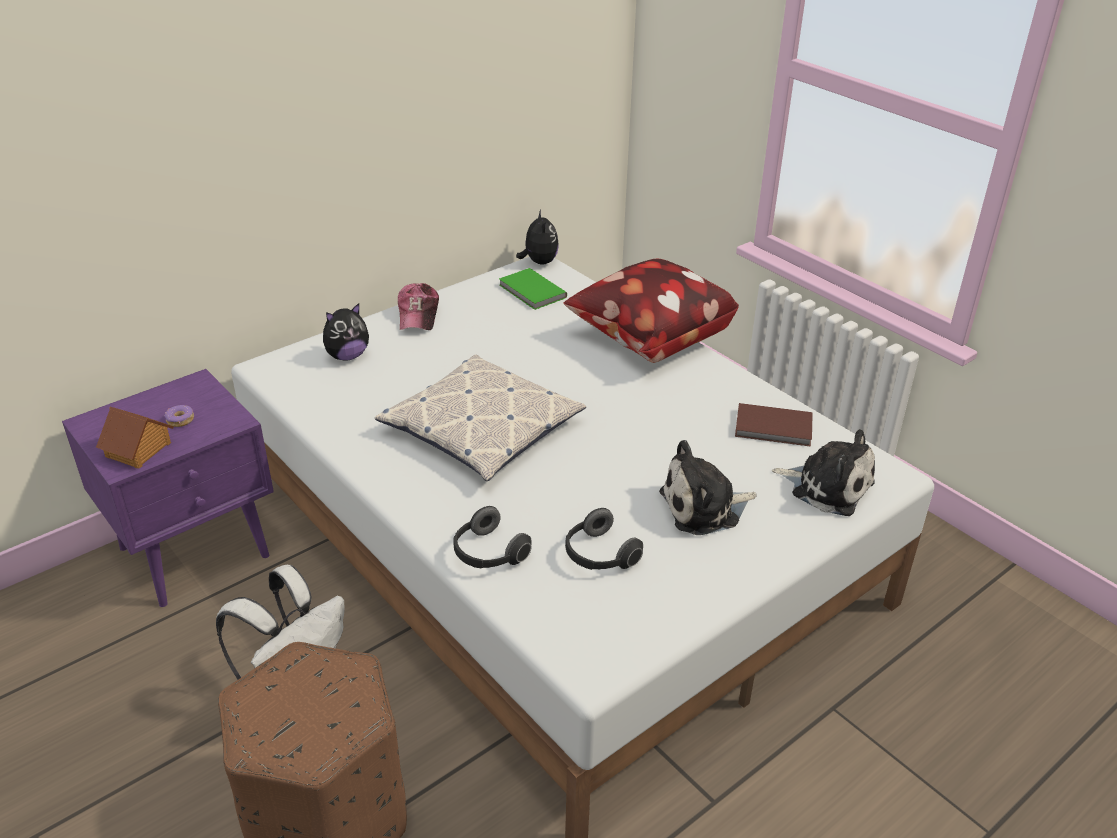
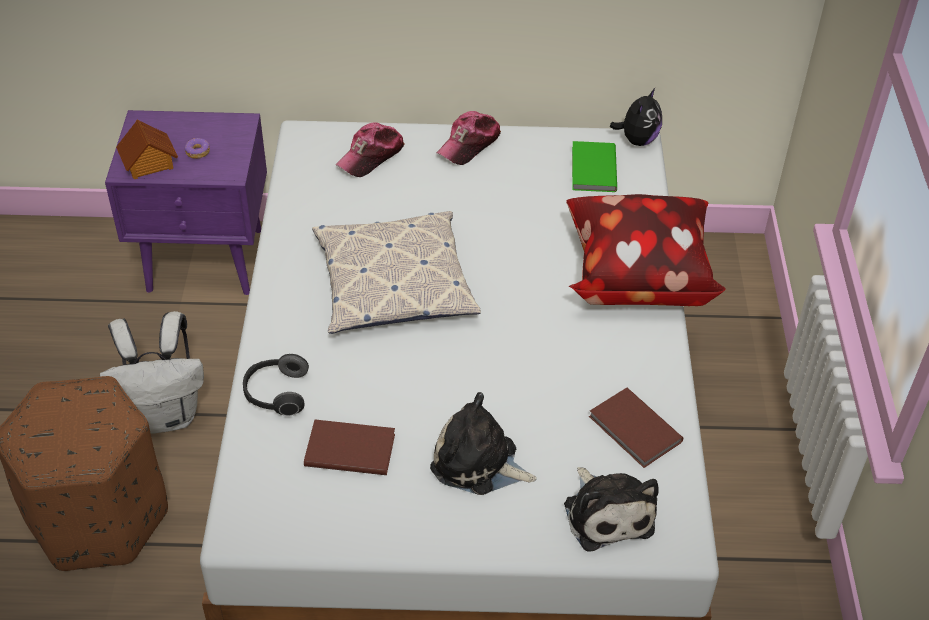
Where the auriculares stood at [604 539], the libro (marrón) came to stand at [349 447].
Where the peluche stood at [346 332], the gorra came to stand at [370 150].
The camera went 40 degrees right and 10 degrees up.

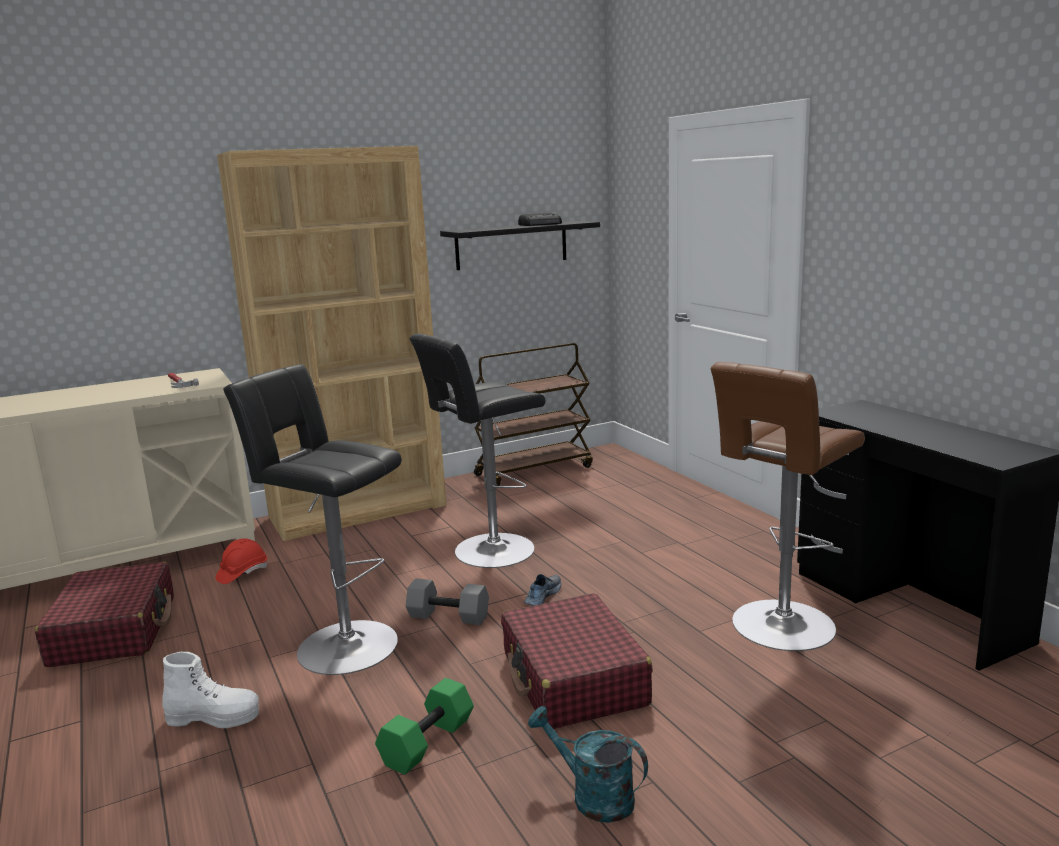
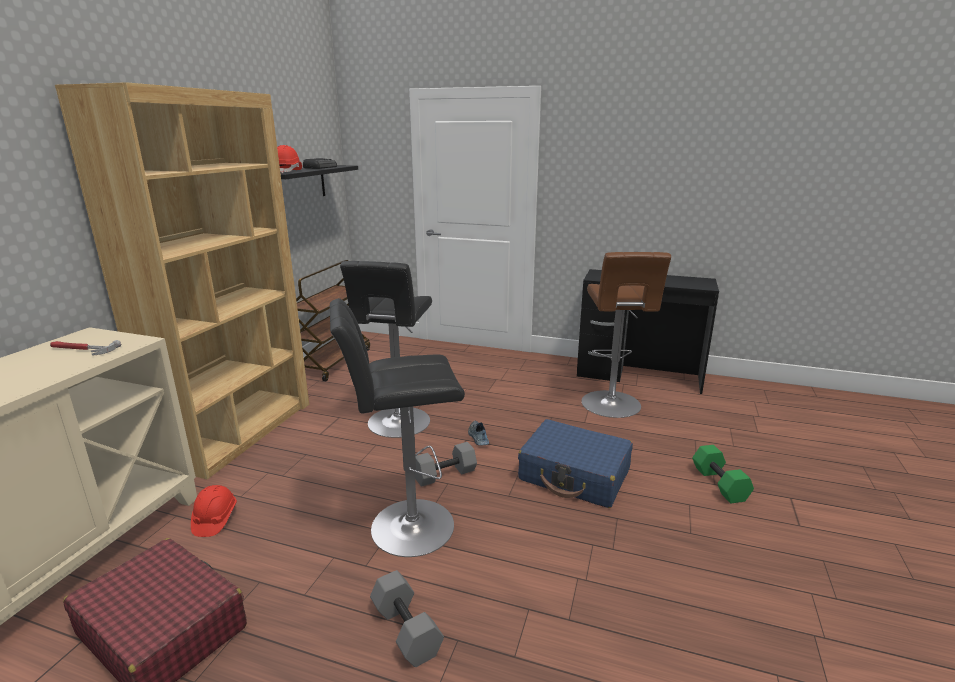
The second view gained the casco (rojo) at [289 159].
Where the bota (blanco) stood at [210 690], the mancuerna (gris) came to stand at [407 618].
What was the maleta (rojo) at [577 661] turned into the maleta (azul) at [575 463].
The mancuerna (verde) ended up elsewhere, having gone from [424 726] to [723 474].
The second view lost the regadera (turquesa) at [588 764].
The camera went 45 degrees left and 5 degrees up.

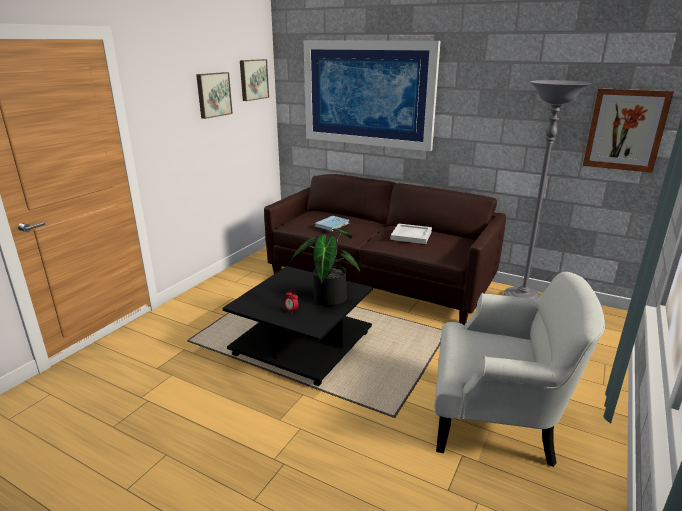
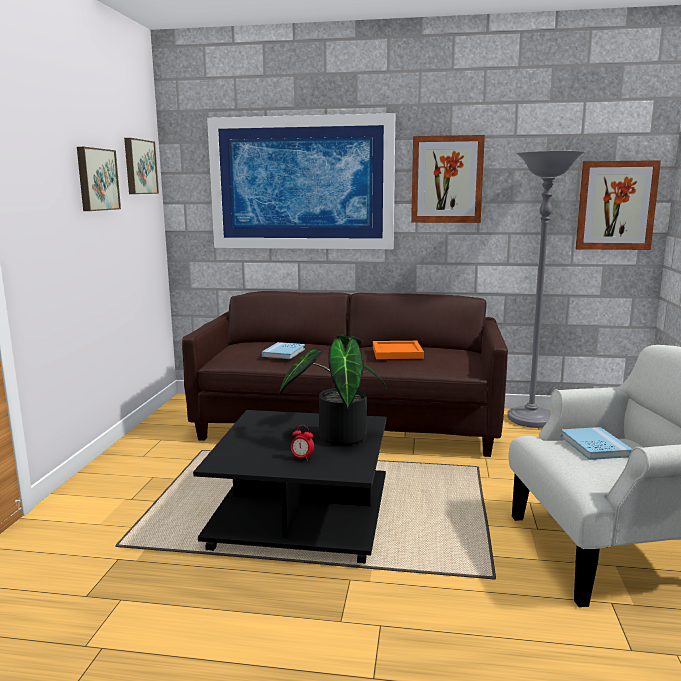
What was the bandeja (blanco) at [411 233] turned into the bandeja (naranja) at [398 350].
The second view gained the cuadro at [448 179].
The second view gained the libro (azul) at [596 443].
The camera went 20 degrees left and 10 degrees down.

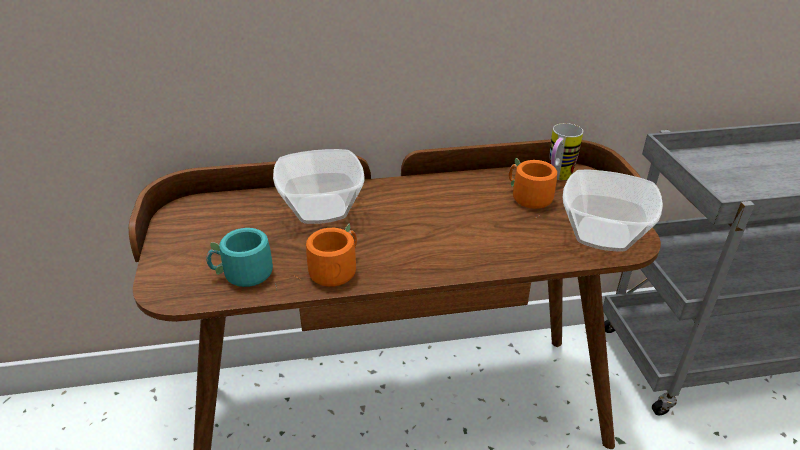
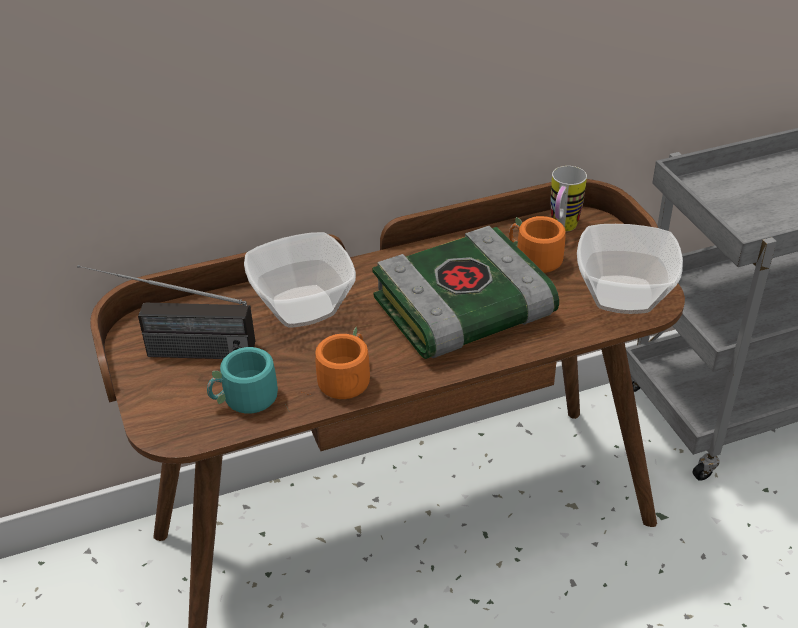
The second view gained the radio at [166 312].
The second view gained the libro at [465 292].
The camera went 10 degrees left and 5 degrees up.

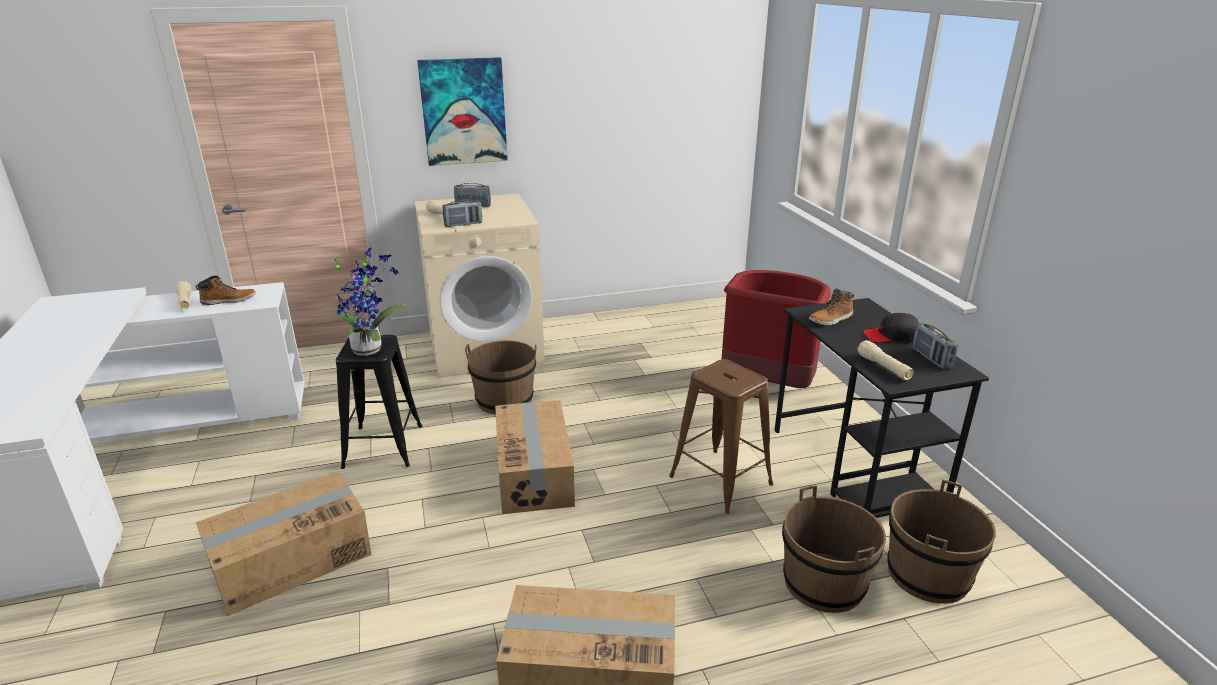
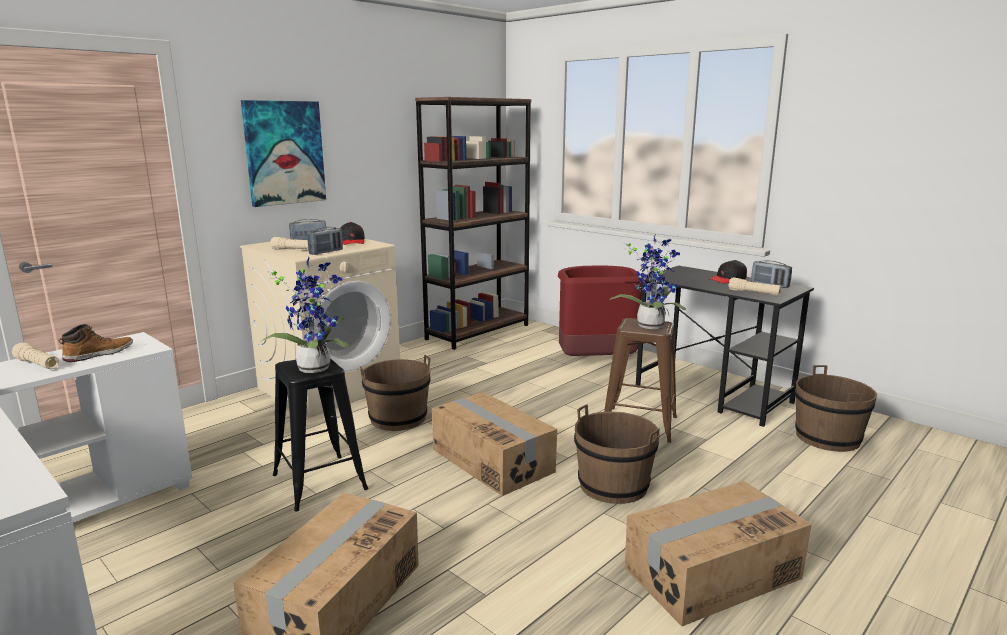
The second view gained the gorra (negro) at [352 233].
The second view gained the estantería (marrón) at [473 223].
The cubo (marrón) ended up elsewhere, having gone from [834 549] to [617 454].
The second view gained the planta en maceta at [647 281].
The second view lost the bota at [831 307].
The camera went 30 degrees left and 10 degrees down.

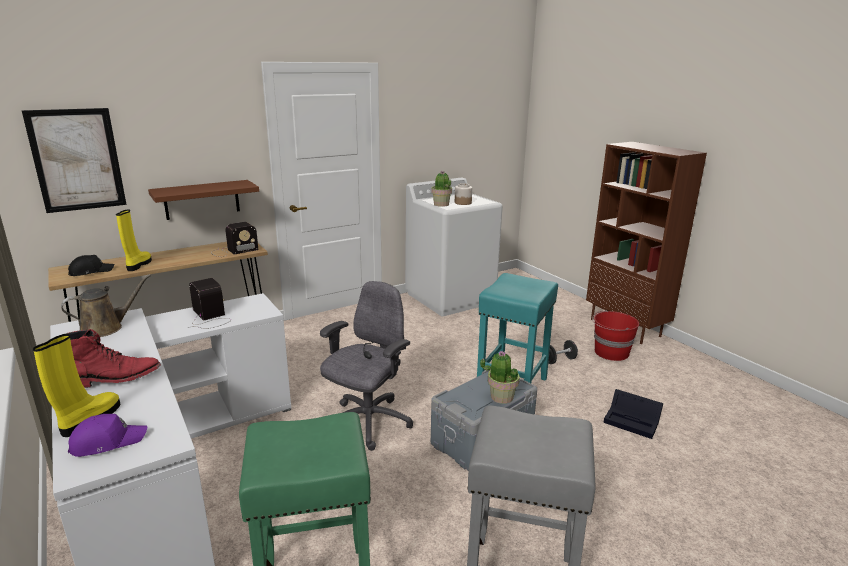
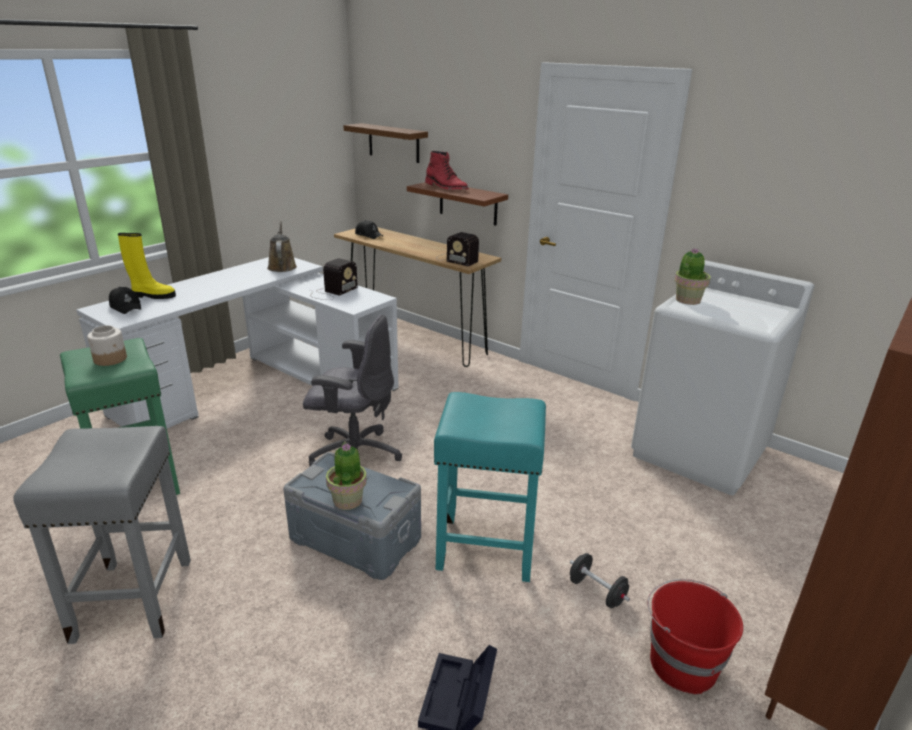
The tarro ended up elsewhere, having gone from [463 194] to [107 345].
What was the gorra (morado) at [107 435] turned into the gorra (negro) at [125 300].
The regadera (marrón) at [106 305] ended up facing another way, 135 degrees counterclockwise from before.
Where the cuadro hung at [74 160], the estante (marrón) came to hang at [385 143].
The bota (rojo) ended up elsewhere, having gone from [113 358] to [446 170].
The second view lost the bota (amarillo) at [134 240].
The camera went 70 degrees right and 5 degrees up.

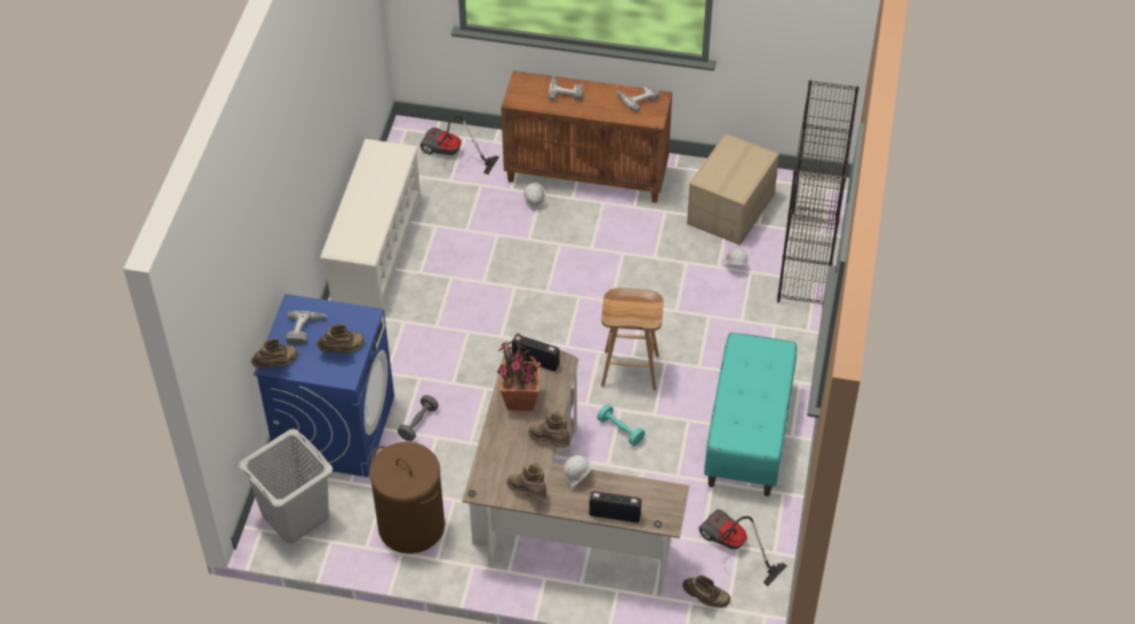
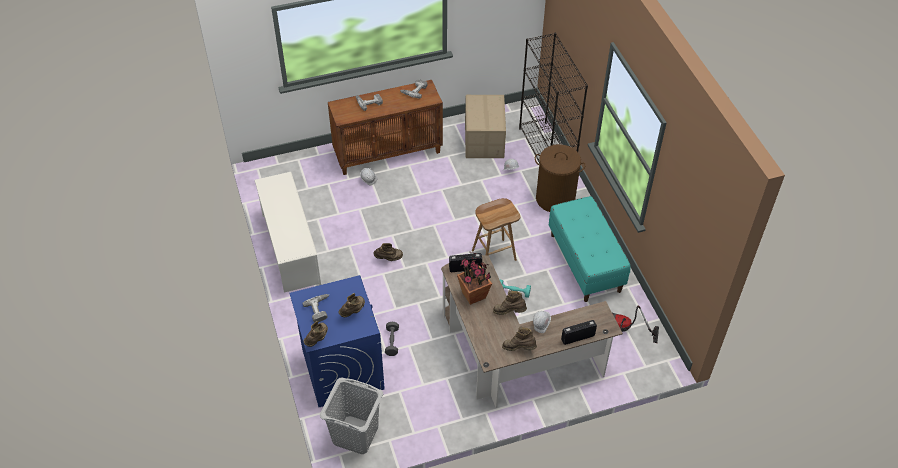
The bota (marrón) ended up elsewhere, having gone from [706 591] to [388 252].
The cesto de la ropa (marrón) ended up elsewhere, having gone from [407 498] to [560 178].
The second view lost the aspiradora at [459 144].
The camera went 30 degrees left and 0 degrees up.

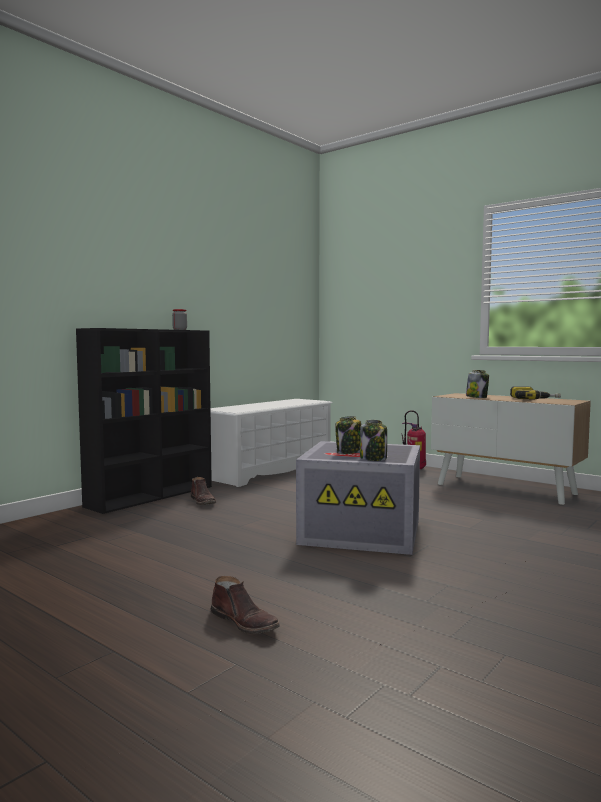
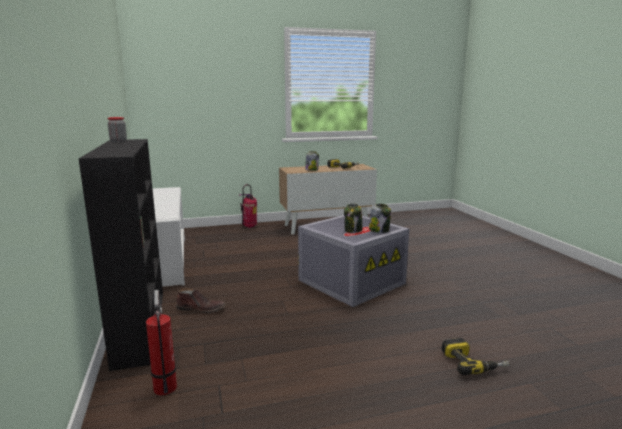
The second view gained the extintor at [161 342].
Where the bota (marrón) stood at [245 605], the taladro came to stand at [475 356].
The camera went 55 degrees left and 10 degrees up.

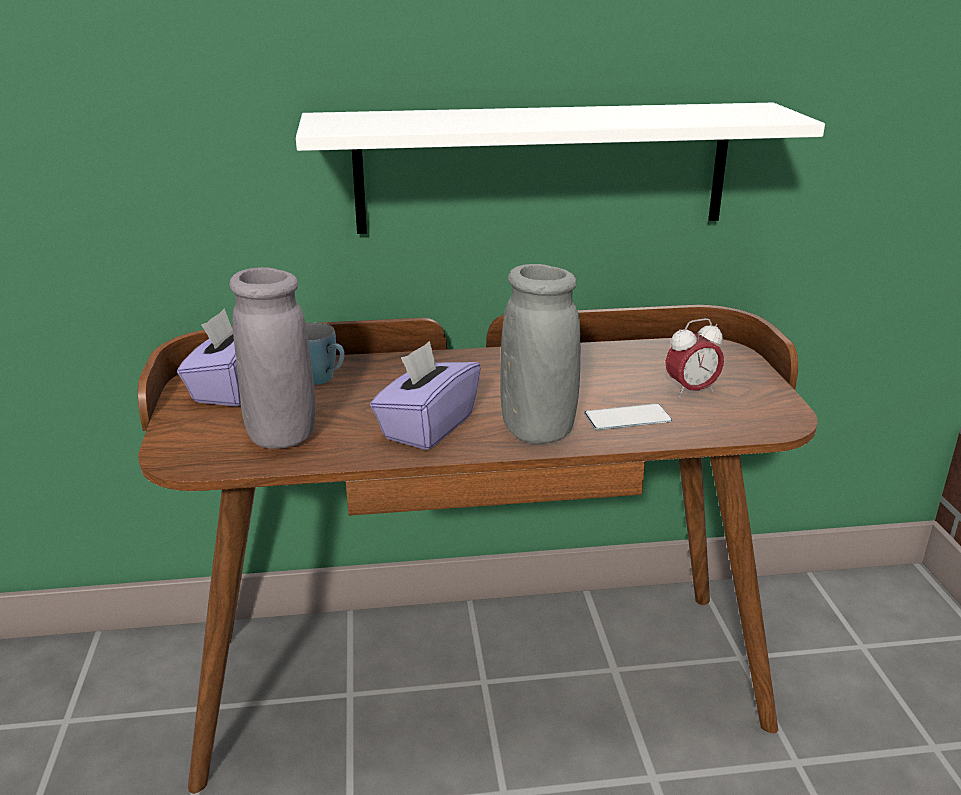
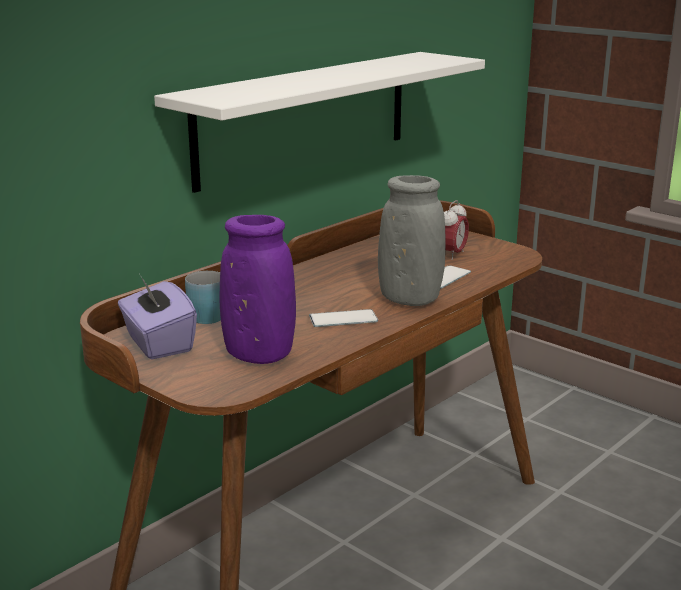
What was the florero (gris) at [272 358] turned into the florero (morado) at [258 289].
Where the caja de pañuelos (morado) stood at [425 395], the móvil came to stand at [343 318].
The camera went 40 degrees left and 5 degrees down.

